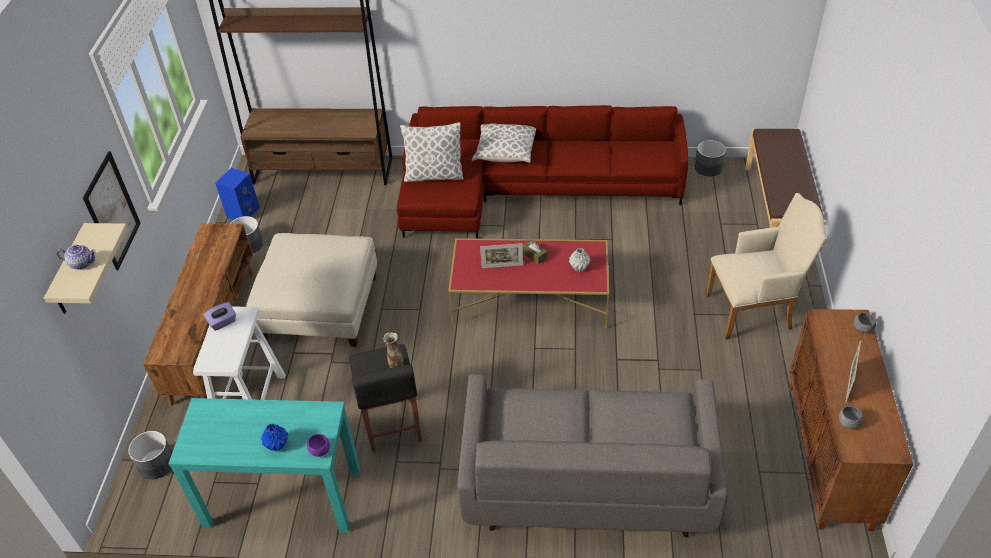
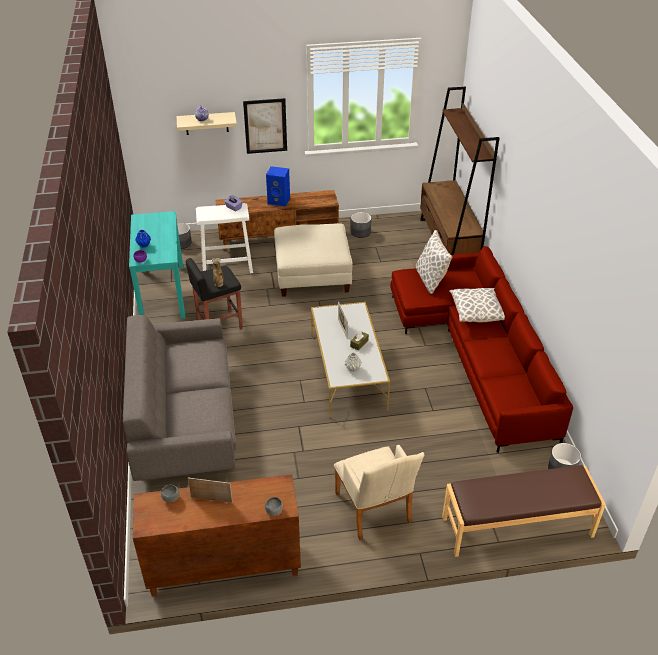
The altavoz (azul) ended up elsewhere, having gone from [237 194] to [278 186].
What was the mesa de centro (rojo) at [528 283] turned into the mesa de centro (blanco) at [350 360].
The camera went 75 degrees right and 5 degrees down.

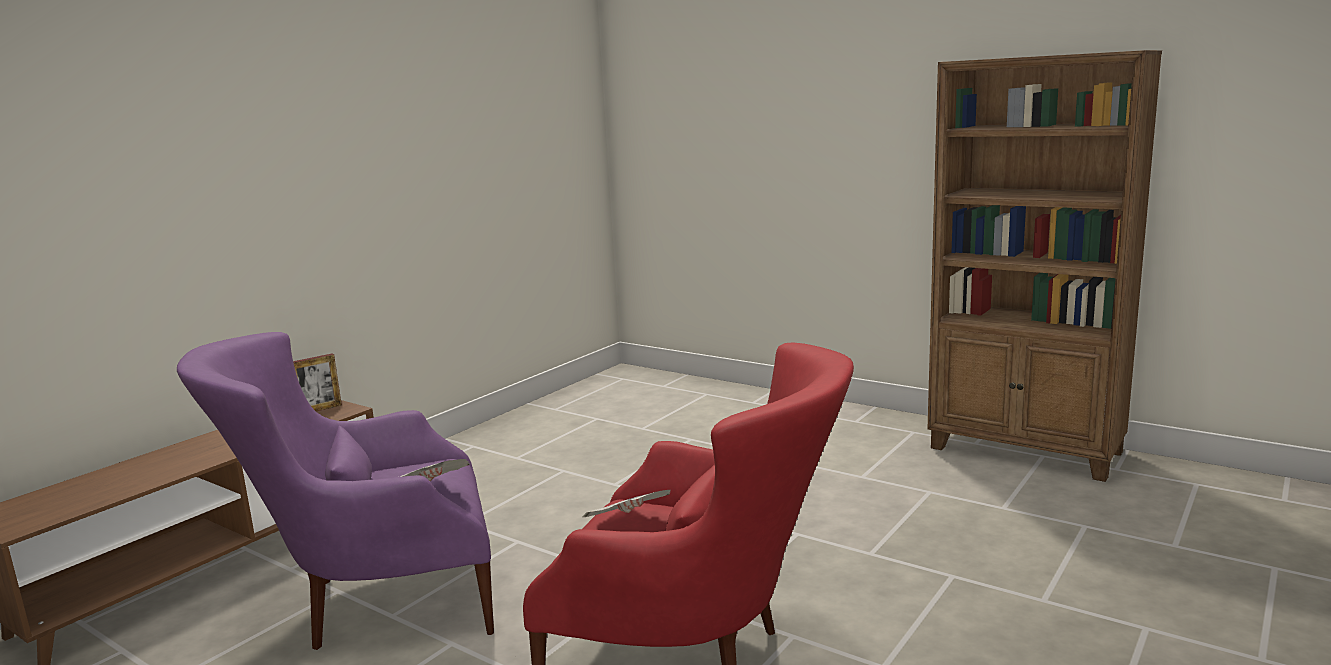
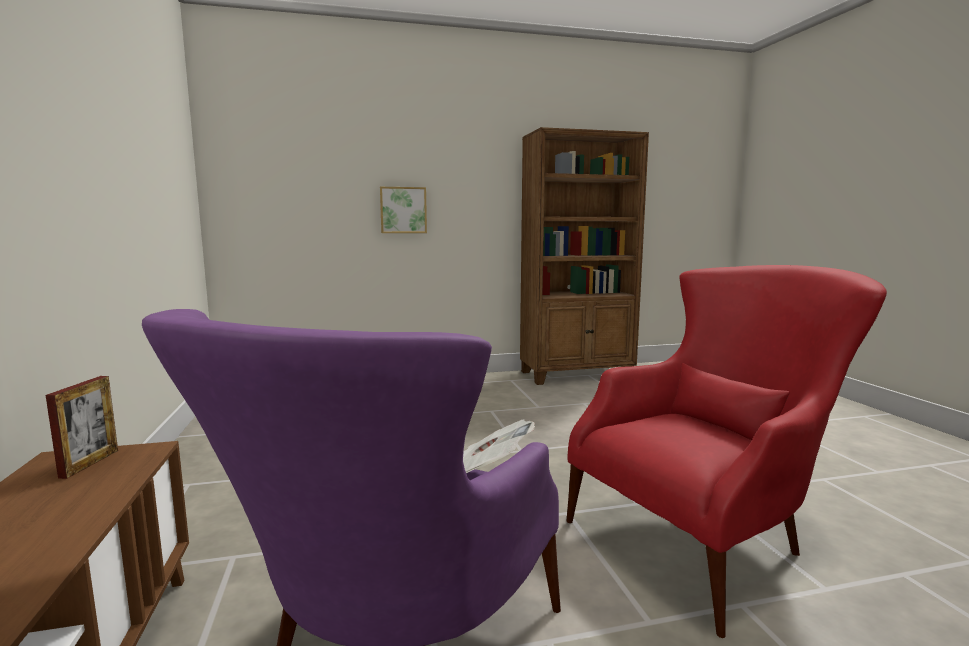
The second view gained the cuadro at [403 210].
The second view lost the periódico at [626 504].
The camera went 50 degrees left and 5 degrees down.

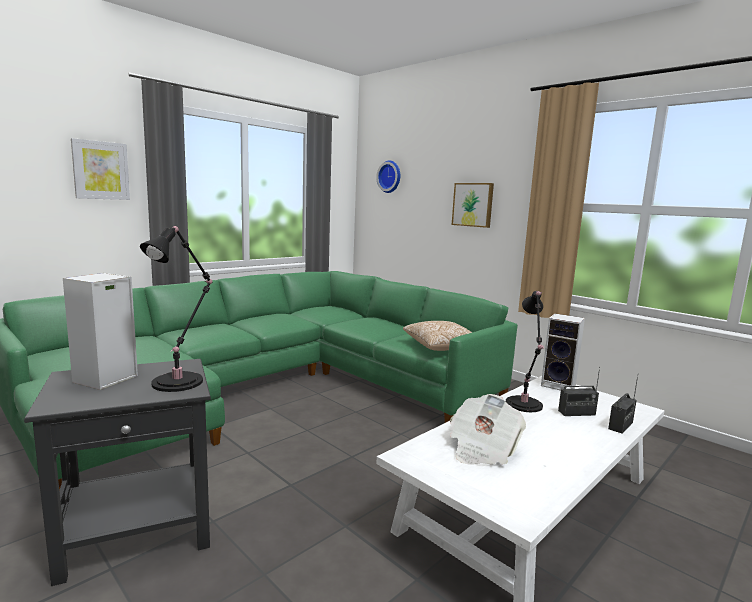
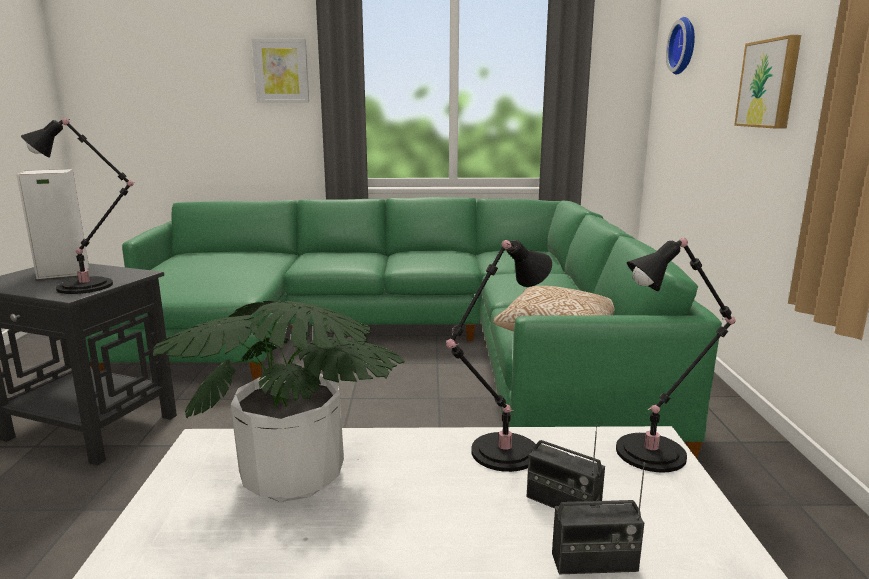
Where the periódico stood at [488 429], the planta en maceta came to stand at [279 401].
Where the altavoz stood at [563 352], the lámpara de mesa (negro) came to stand at [676 355].
The camera went 45 degrees right and 5 degrees up.

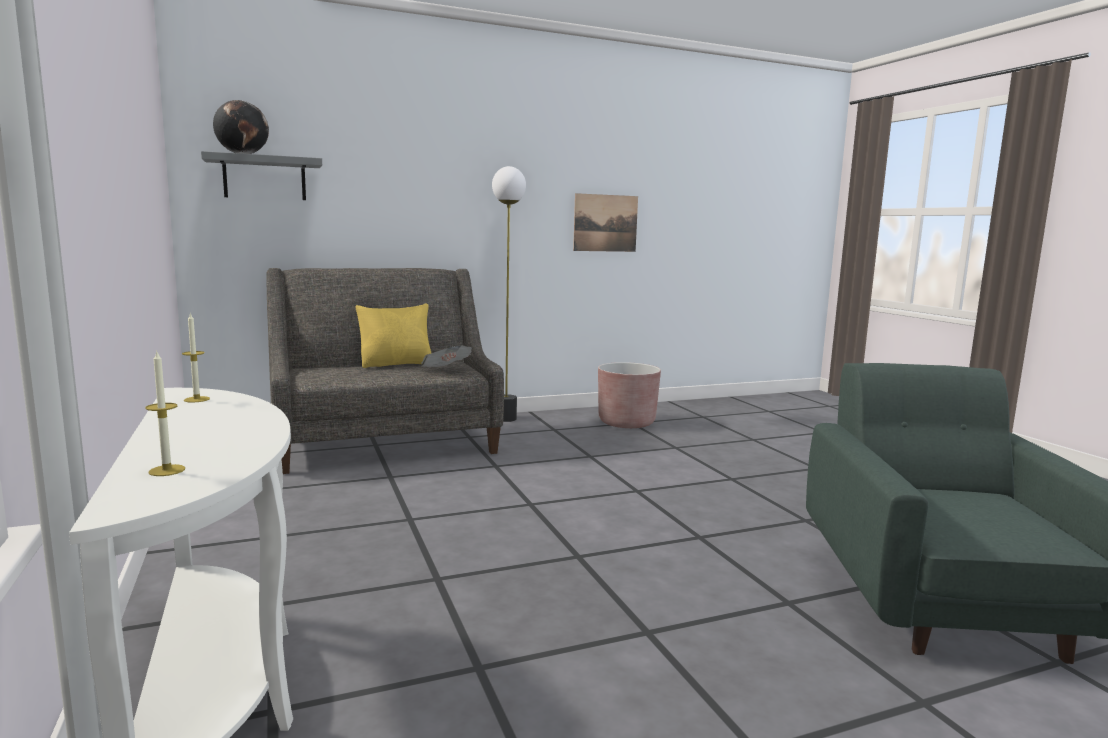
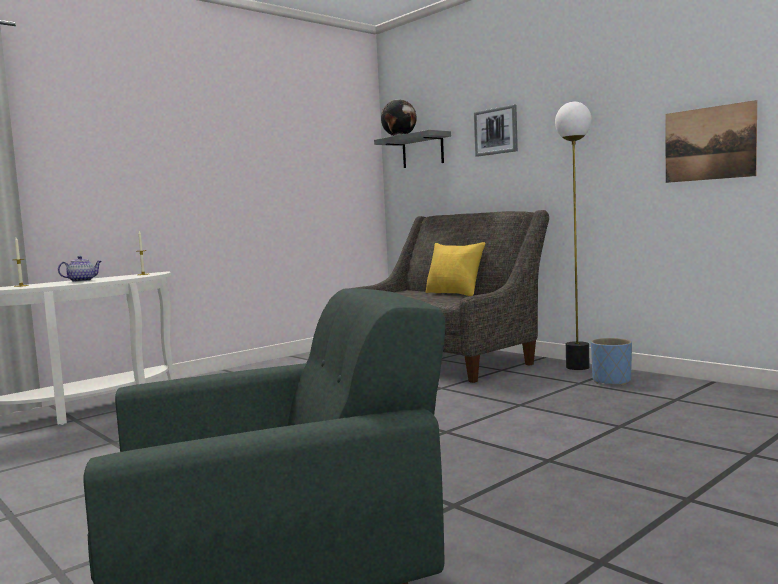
The second view gained the tetera at [80 269].
The second view gained the cuadro at [496 130].
The second view gained the maceta (azul) at [611 361].
The second view lost the periódico at [447 356].
The second view lost the maceta (marrón) at [629 395].
The camera went 70 degrees right and 5 degrees down.

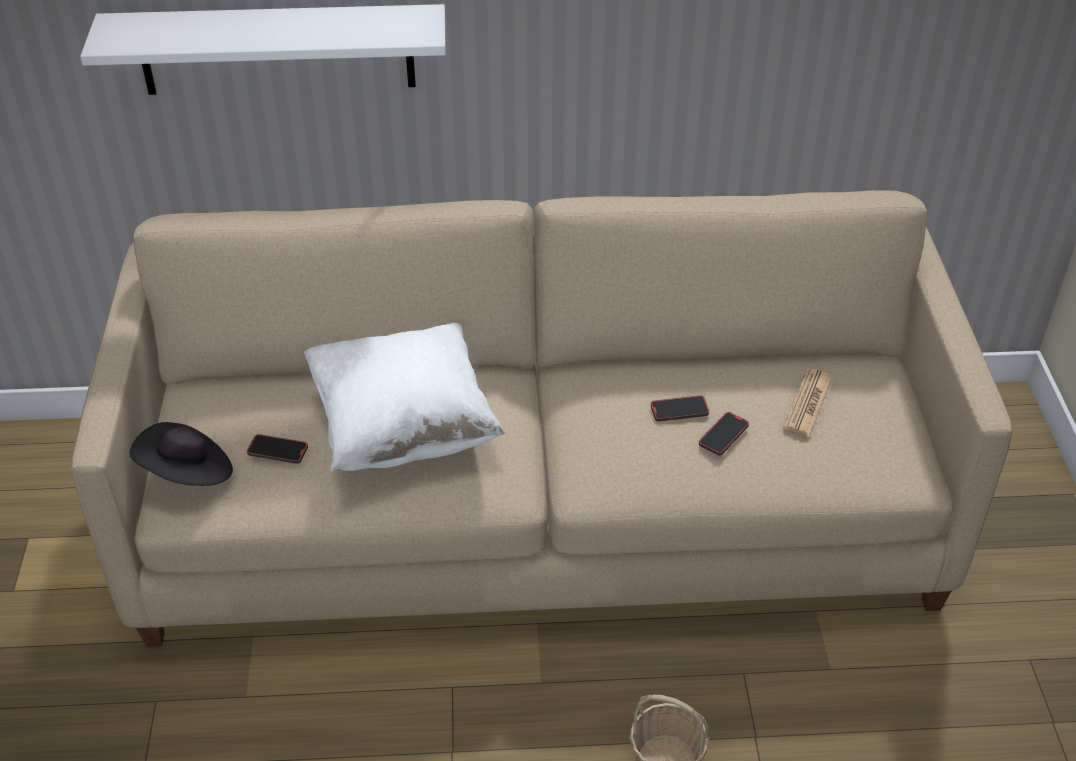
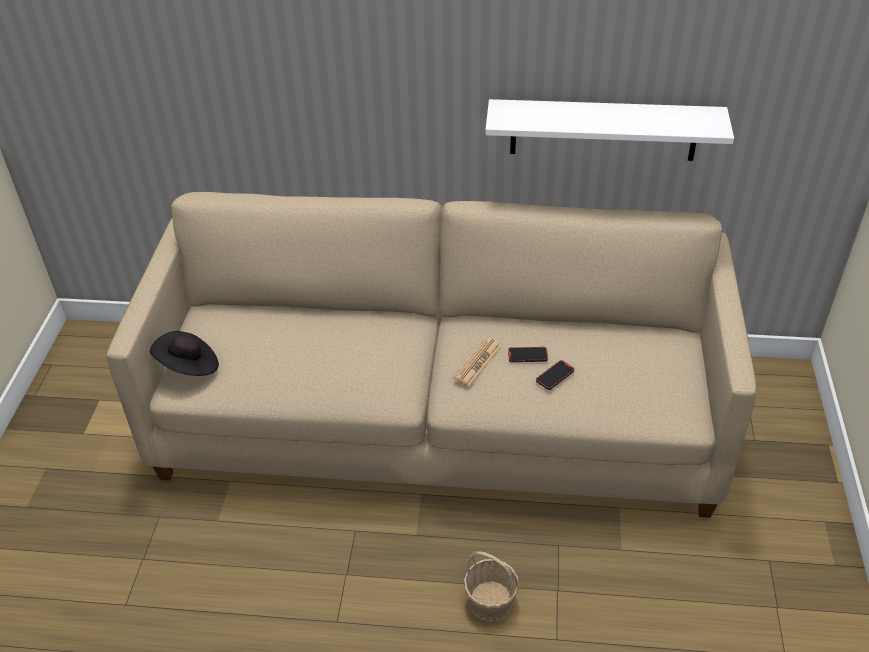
The periódico ended up elsewhere, having gone from [807 402] to [477 361].
The estante (blanco) ended up elsewhere, having gone from [263 49] to [609 130].
The second view lost the móvil at [277 449].
The second view lost the cojín (blanco) at [405 397].
The camera went 10 degrees right and 0 degrees up.

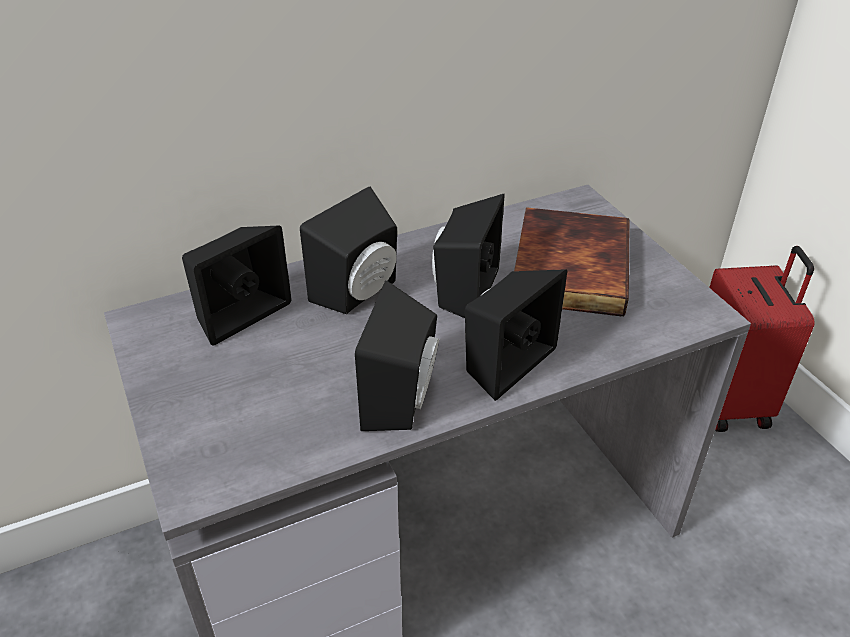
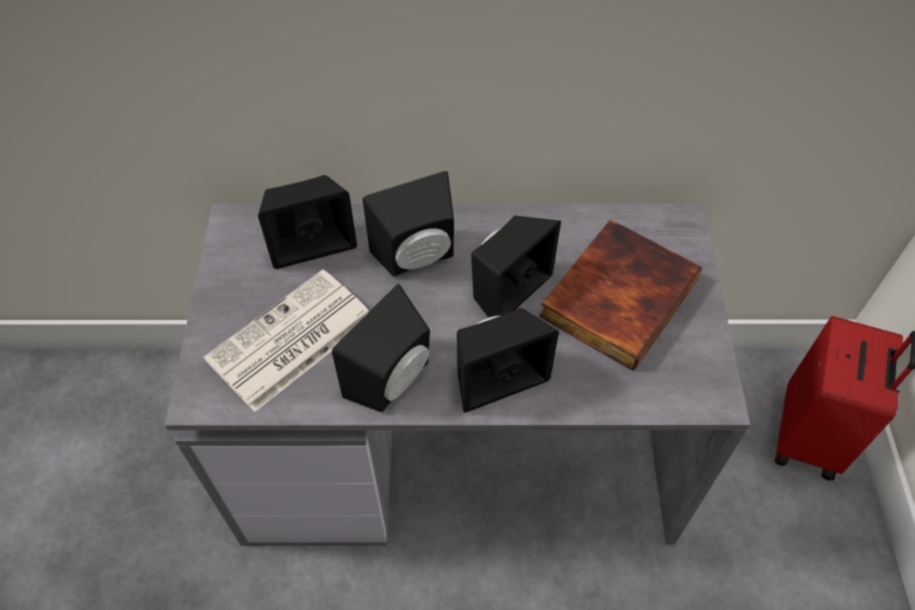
The second view gained the periódico at [286 340].
The camera went 25 degrees right and 15 degrees up.

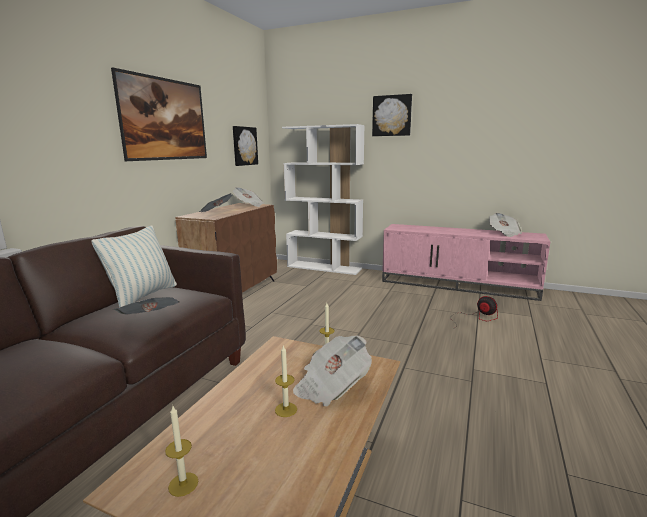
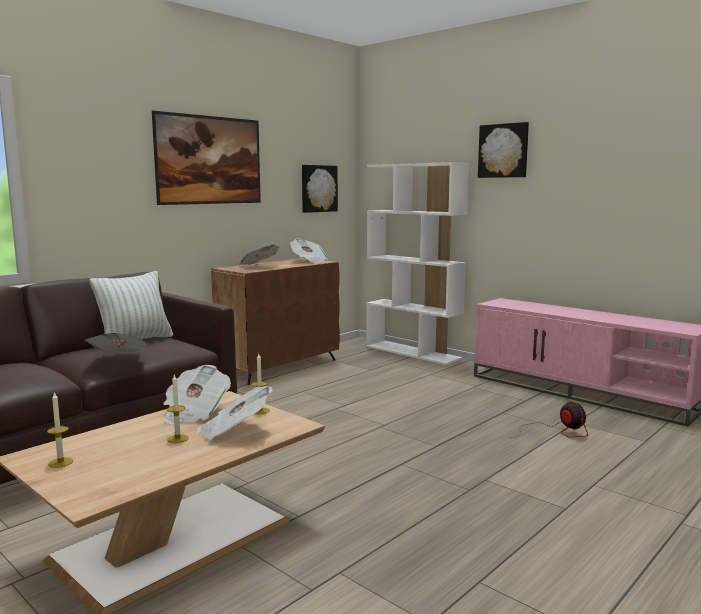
The periódico ended up elsewhere, having gone from [505 225] to [197 394].
The camera went 20 degrees right and 5 degrees down.

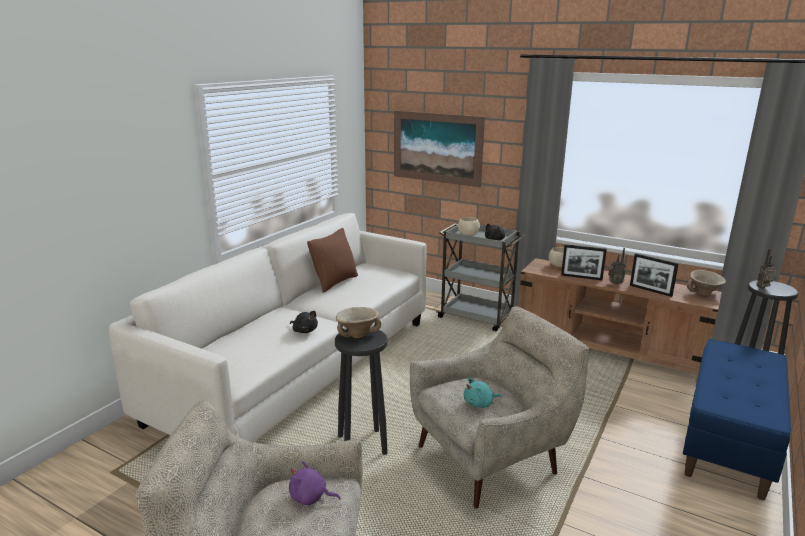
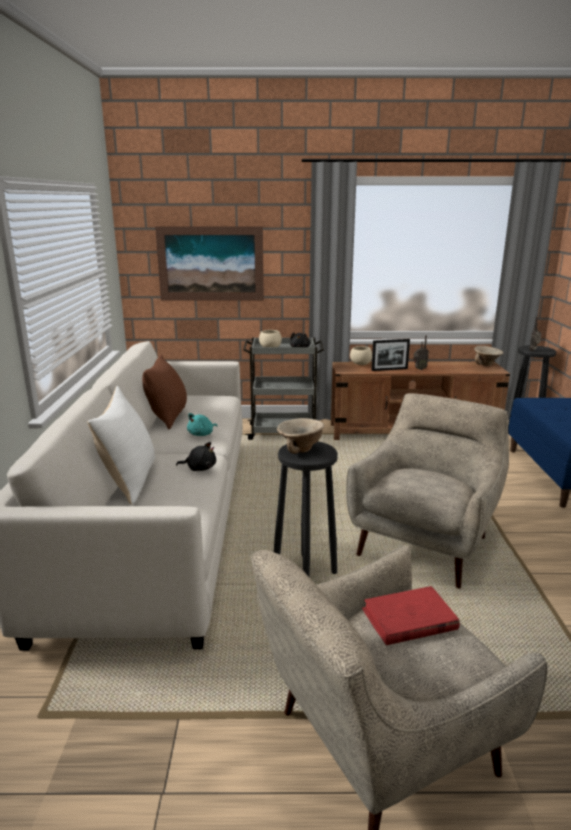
The second view gained the cojín (blanco) at [121 445].
The peluche (turquesa) ended up elsewhere, having gone from [483 392] to [202 424].
Where the peluche (morado) stood at [315 483], the libro (rojo) came to stand at [411 615].
The second view lost the portarretratos at [654 275].
The camera went 30 degrees left and 0 degrees up.

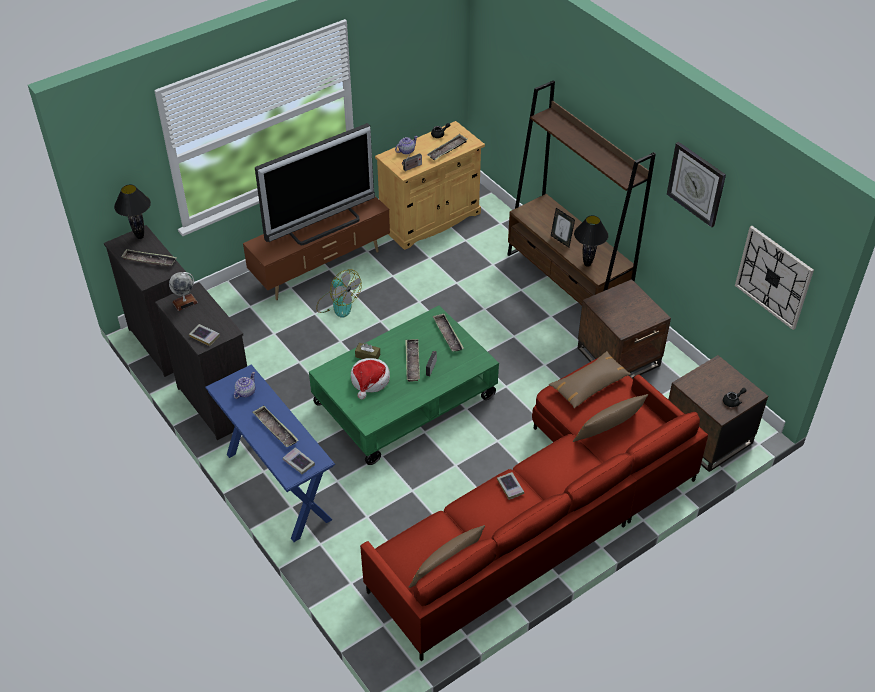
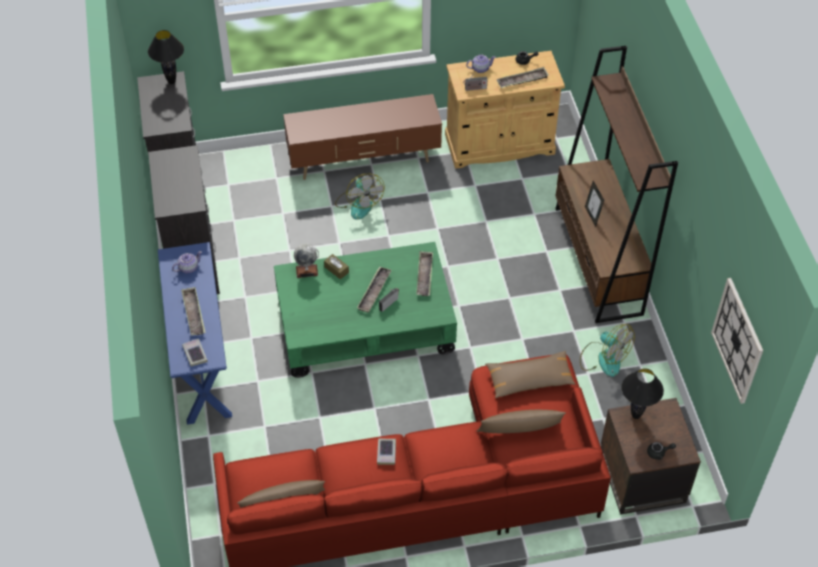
The globo terráqueo ended up elsewhere, having gone from [183 291] to [306 260].
Where the mesa auxiliar (marrón) stood at [624 329], the ventilador came to stand at [607 350].
The lámpara de mesa (negro) ended up elsewhere, having gone from [591 241] to [643 393].
The second view lost the bandeja at [149 257].
The second view lost the libro at [204 335].
The second view lost the televisor at [315 184].
The second view lost the sombrero at [370 378].
The second view lost the reloj de pared at [696 184].
The camera went 25 degrees right and 5 degrees up.

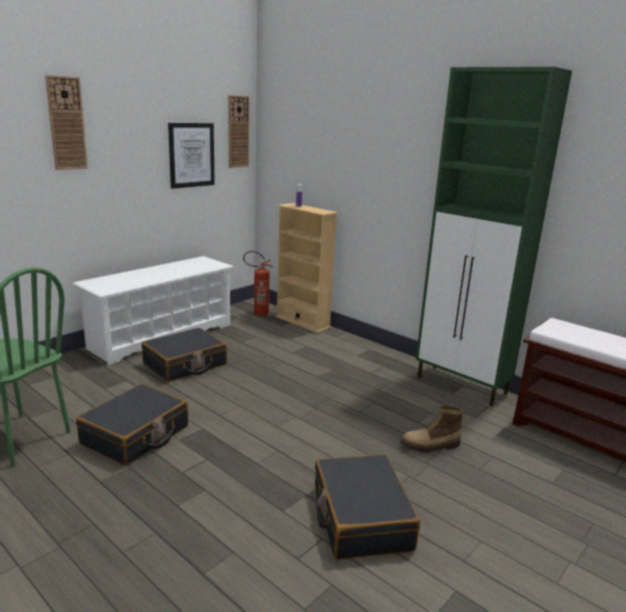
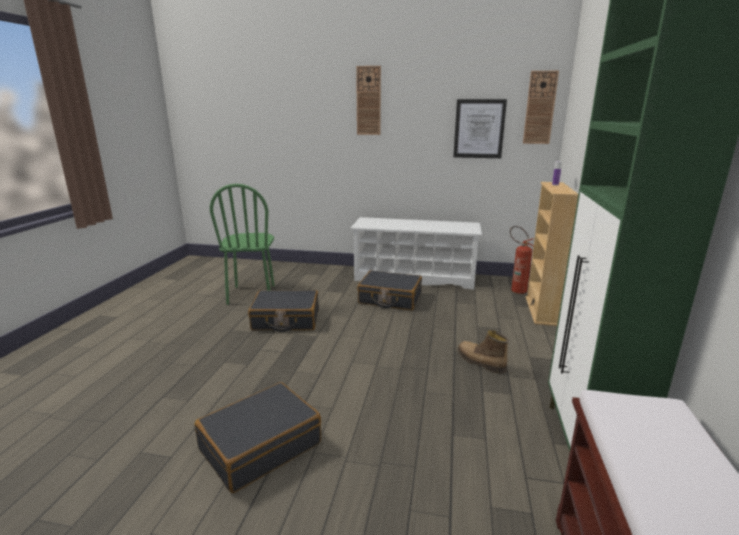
The bota ended up elsewhere, having gone from [431 429] to [483 352].
The camera went 60 degrees right and 0 degrees up.

